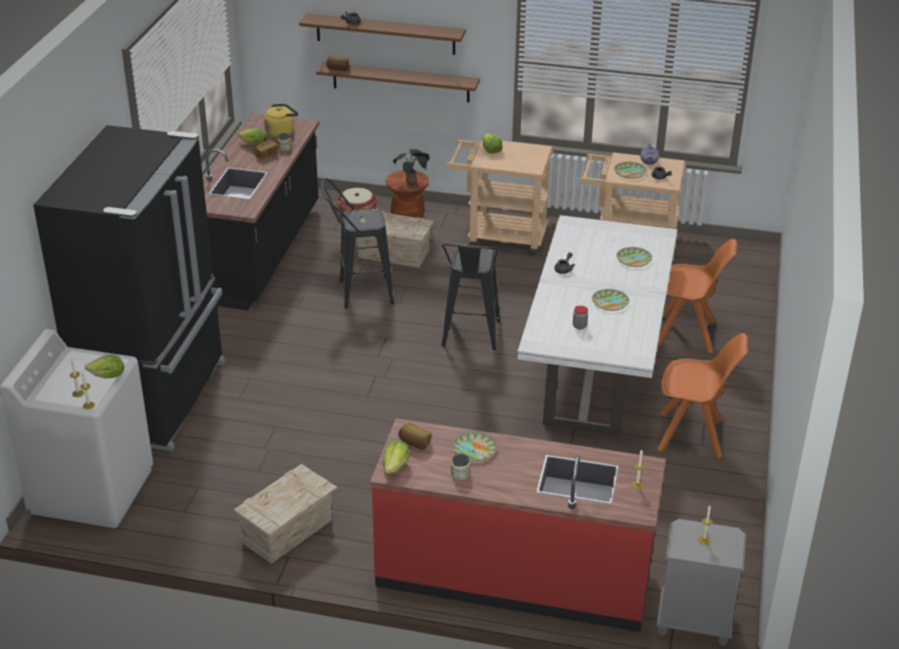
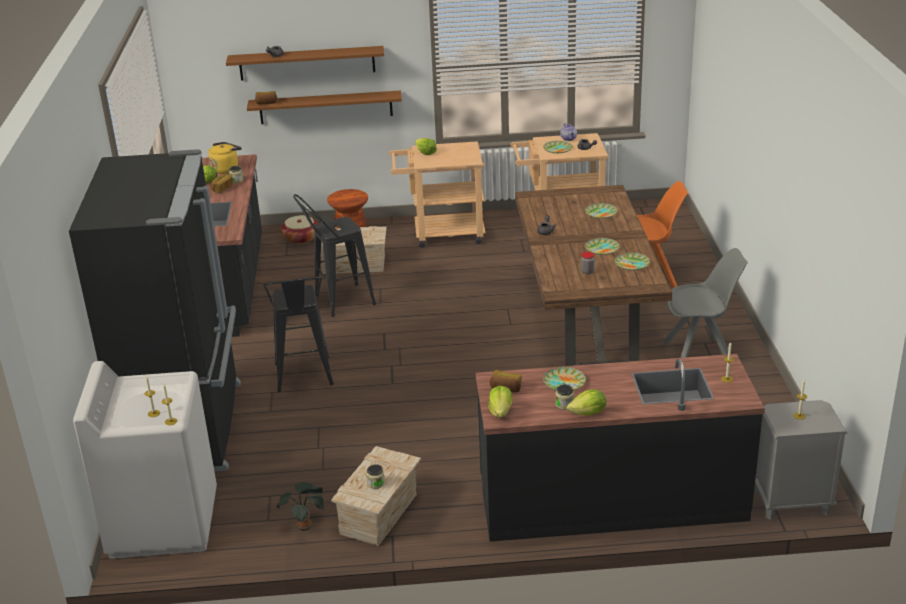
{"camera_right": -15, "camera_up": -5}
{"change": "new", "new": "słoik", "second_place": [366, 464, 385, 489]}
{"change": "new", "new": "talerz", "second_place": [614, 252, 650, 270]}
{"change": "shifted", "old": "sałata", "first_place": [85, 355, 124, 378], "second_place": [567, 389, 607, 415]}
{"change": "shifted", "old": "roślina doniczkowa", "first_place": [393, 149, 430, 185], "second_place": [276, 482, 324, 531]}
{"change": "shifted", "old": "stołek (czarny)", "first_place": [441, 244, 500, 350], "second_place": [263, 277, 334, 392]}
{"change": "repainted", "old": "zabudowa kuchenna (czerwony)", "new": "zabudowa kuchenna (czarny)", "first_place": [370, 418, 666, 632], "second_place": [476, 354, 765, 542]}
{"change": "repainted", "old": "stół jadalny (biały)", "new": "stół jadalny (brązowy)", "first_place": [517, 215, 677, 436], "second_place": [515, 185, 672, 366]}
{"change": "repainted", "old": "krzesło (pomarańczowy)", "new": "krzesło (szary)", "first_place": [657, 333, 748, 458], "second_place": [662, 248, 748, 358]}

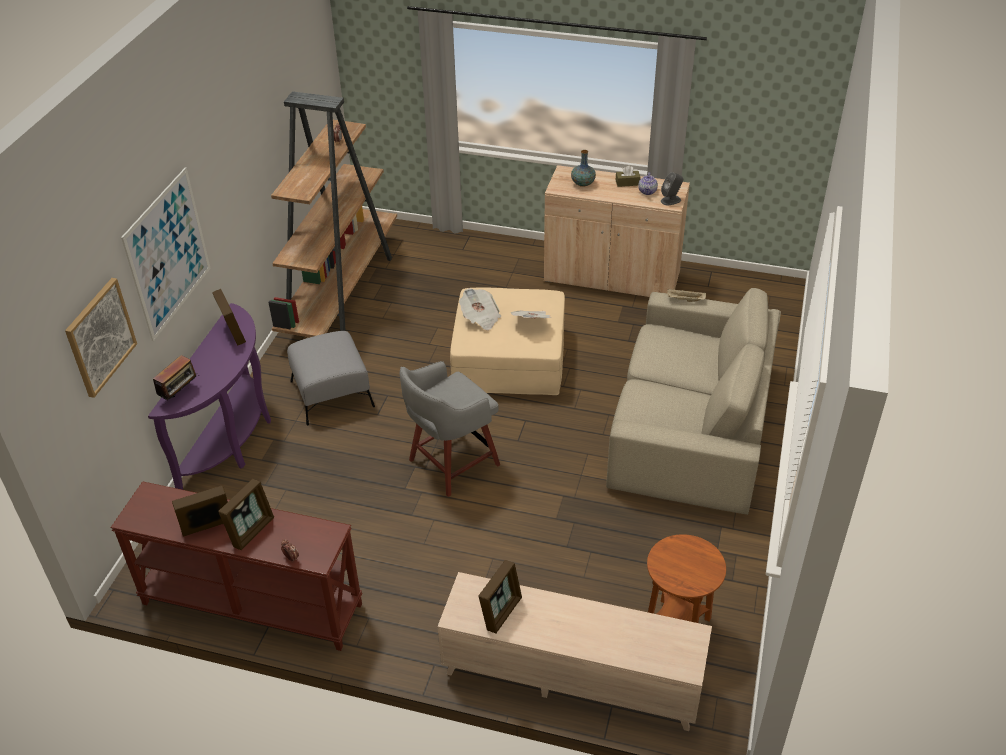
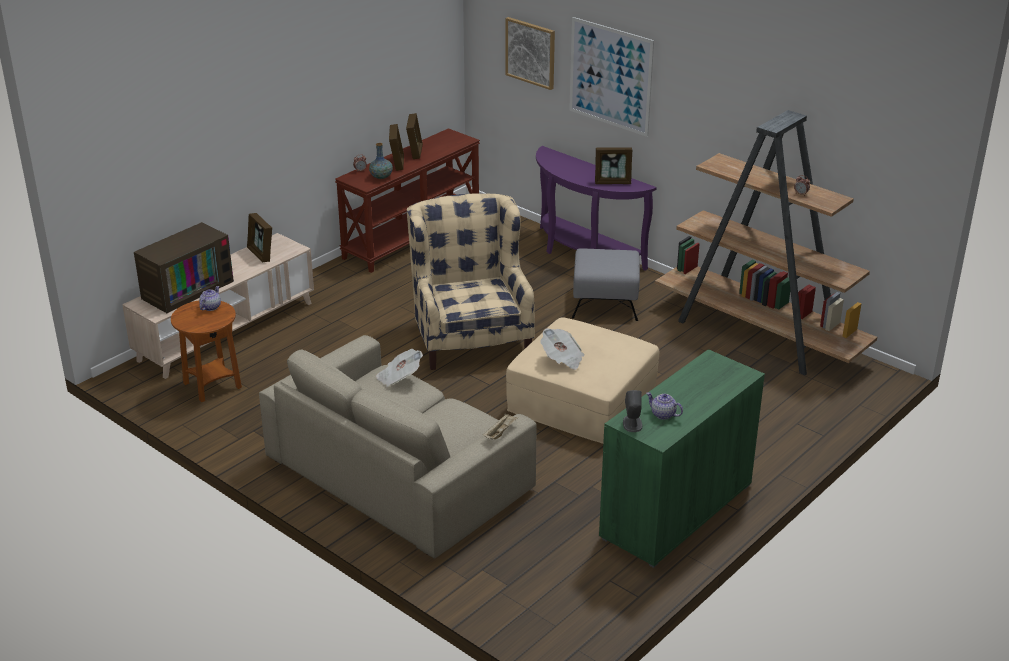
{"camera_right": 115, "camera_up": -10}
{"change": "gone", "old": "radio", "first_place": [153, 355, 199, 400]}
{"change": "gone", "old": "pudełko chusteczek (brązowy)", "first_place": [616, 166, 641, 187]}
{"change": "new", "new": "telewizor", "second_place": [134, 222, 234, 313]}
{"change": "new", "new": "imbryk", "second_place": [199, 286, 221, 311]}
{"change": "shifted", "old": "gazeta", "first_place": [459, 288, 501, 330], "second_place": [376, 349, 423, 387]}
{"change": "shifted", "old": "wazon", "first_place": [571, 150, 596, 187], "second_place": [369, 143, 393, 179]}
{"change": "swapped", "old": "stołek (szary)", "new": "fotel (beżowy)", "first_place": [400, 361, 500, 497], "second_place": [407, 193, 535, 370]}
{"change": "repainted", "old": "szafka (beżowy)", "new": "szafka (zielony)", "first_place": [544, 165, 690, 297], "second_place": [599, 349, 765, 568]}
{"change": "rotated", "old": "ramka na zdjęcie", "first_place": [218, 479, 274, 550], "second_place": [389, 124, 404, 171], "degrees": -150}

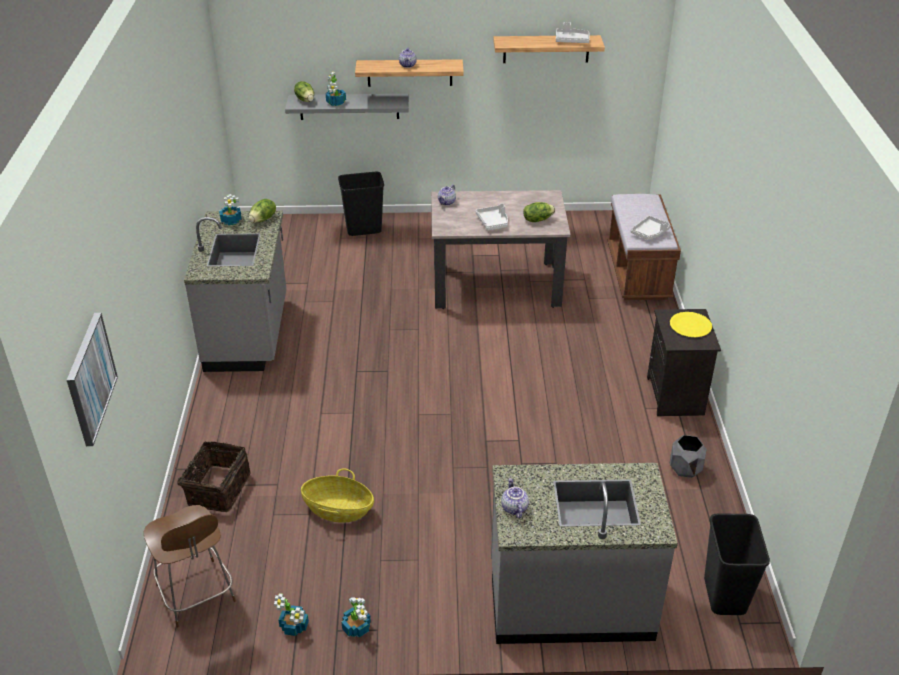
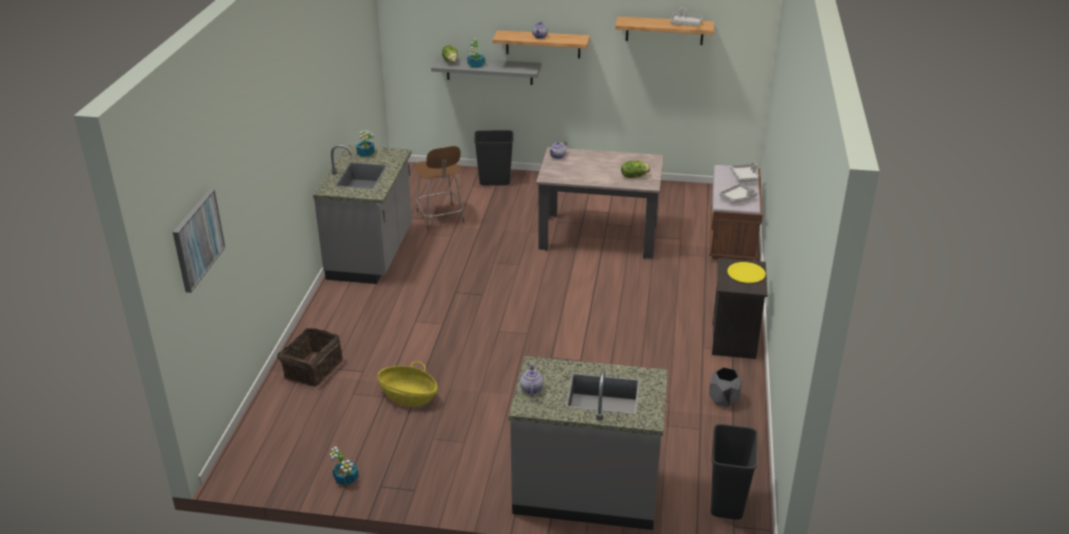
{"camera_right": 10, "camera_up": -5}
{"change": "gone", "old": "sałata", "first_place": [249, 199, 276, 223]}
{"change": "gone", "old": "roślina doniczkowa", "first_place": [342, 598, 371, 637]}
{"change": "shifted", "old": "stołek (brązowy)", "first_place": [144, 505, 236, 628], "second_place": [415, 146, 464, 230]}
{"change": "shifted", "old": "taca (szary)", "first_place": [476, 203, 508, 230], "second_place": [730, 162, 758, 182]}

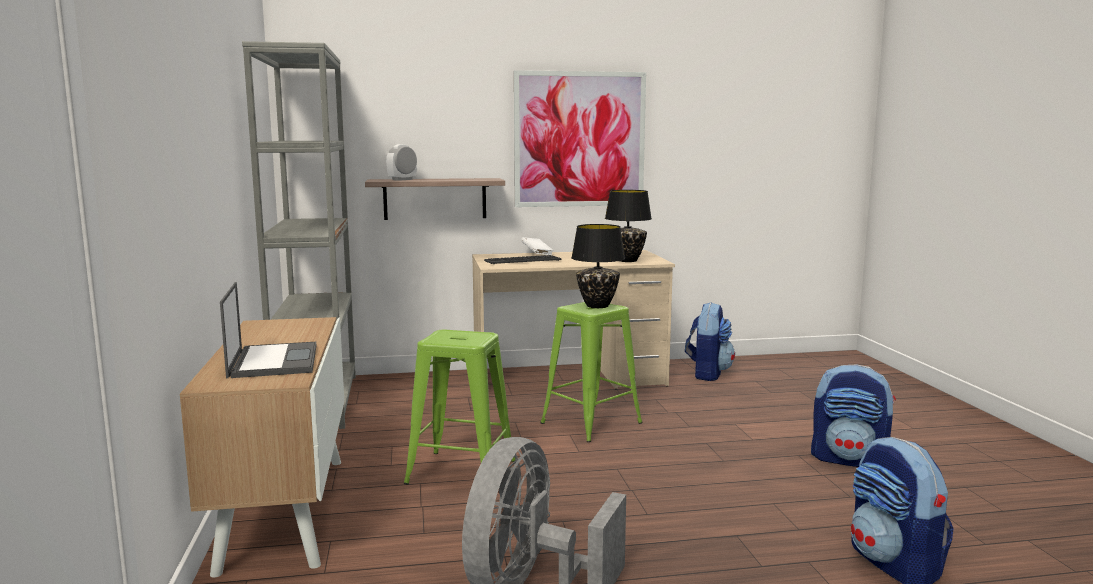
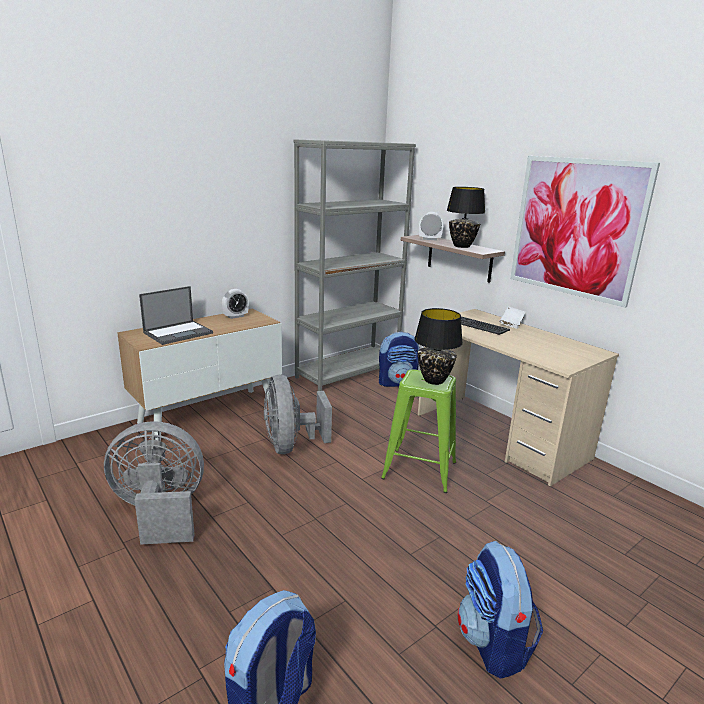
{"camera_right": 60, "camera_up": 10}
{"change": "new", "new": "budzik", "second_place": [222, 289, 249, 319]}
{"change": "shifted", "old": "lampa stołowa (czarny)", "first_place": [605, 190, 652, 262], "second_place": [447, 187, 485, 248]}
{"change": "shifted", "old": "plecak", "first_place": [685, 302, 735, 381], "second_place": [379, 332, 420, 387]}
{"change": "swapped", "old": "stołek (zielony)", "new": "wentylator (szary)", "first_place": [404, 329, 516, 485], "second_place": [264, 375, 332, 454]}

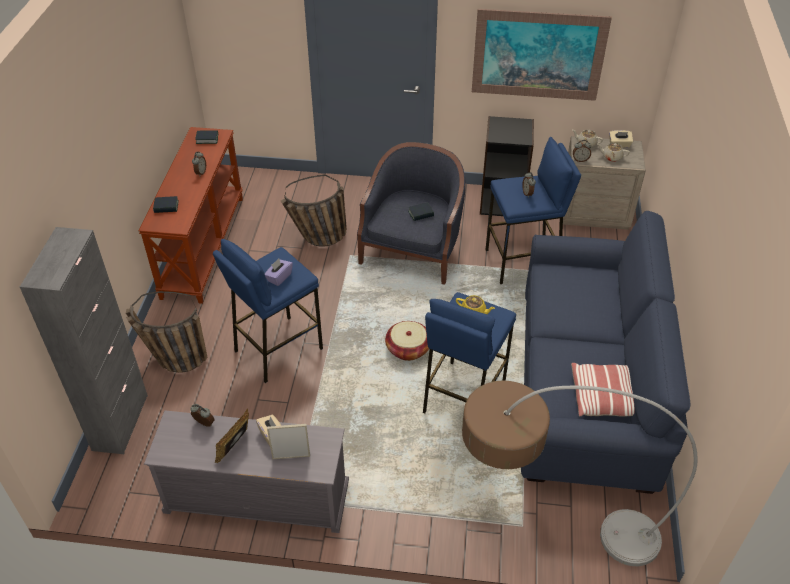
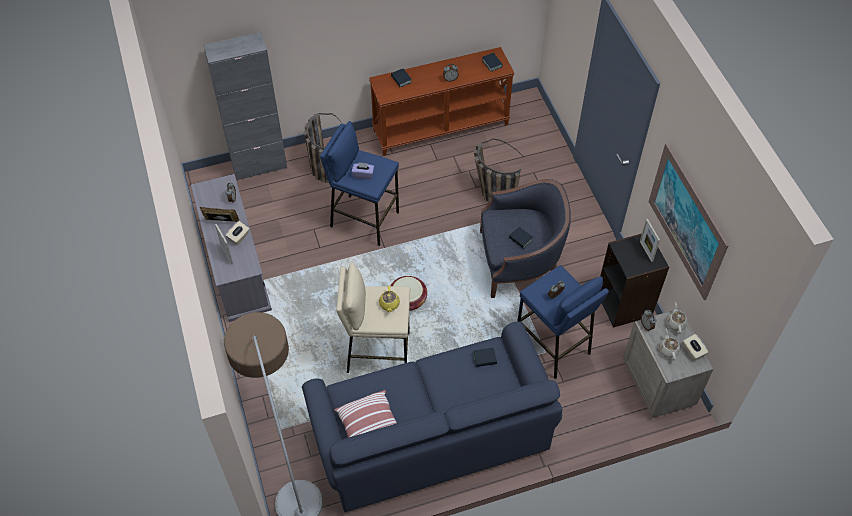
{"camera_right": 65, "camera_up": 10}
{"change": "new", "new": "książka", "second_place": [473, 348, 497, 367]}
{"change": "new", "new": "ramka na zdjęcie", "second_place": [640, 219, 660, 262]}
{"change": "repainted", "old": "stołek (niebieski)", "new": "stołek (beżowy)", "first_place": [423, 292, 516, 413], "second_place": [336, 262, 410, 373]}

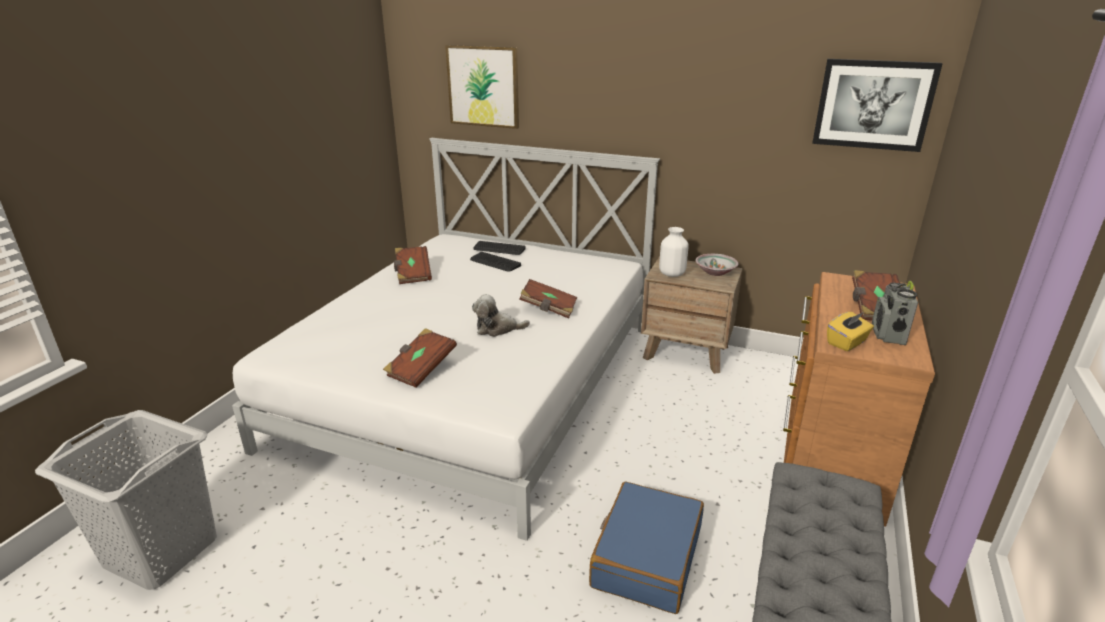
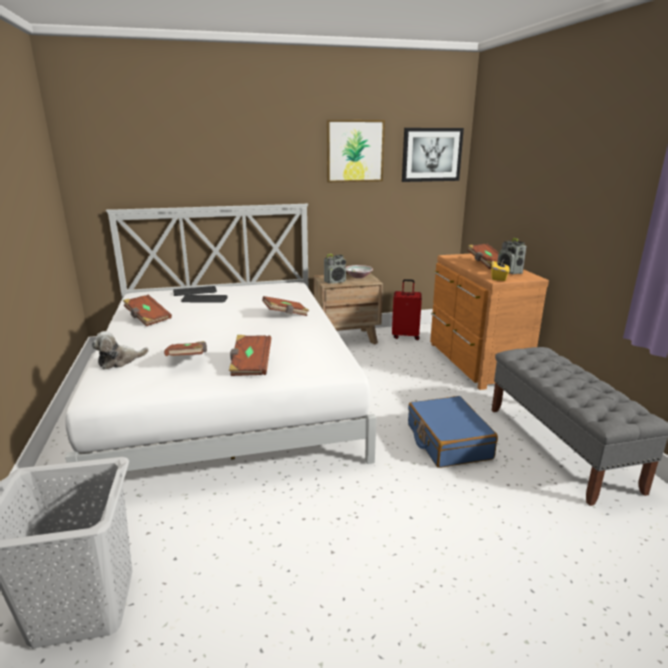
{"camera_right": -35, "camera_up": -5}
{"change": "new", "new": "książka (brązowy)", "second_place": [164, 341, 207, 356]}
{"change": "new", "new": "walizka (czerwony)", "second_place": [392, 279, 422, 340]}
{"change": "shifted", "old": "obraz", "first_place": [445, 45, 519, 129], "second_place": [327, 120, 385, 182]}
{"change": "shifted", "old": "pluszak", "first_place": [472, 294, 530, 337], "second_place": [92, 331, 149, 370]}
{"change": "swapped", "old": "wazon (biały)", "new": "radio", "first_place": [659, 227, 689, 277], "second_place": [324, 254, 346, 284]}

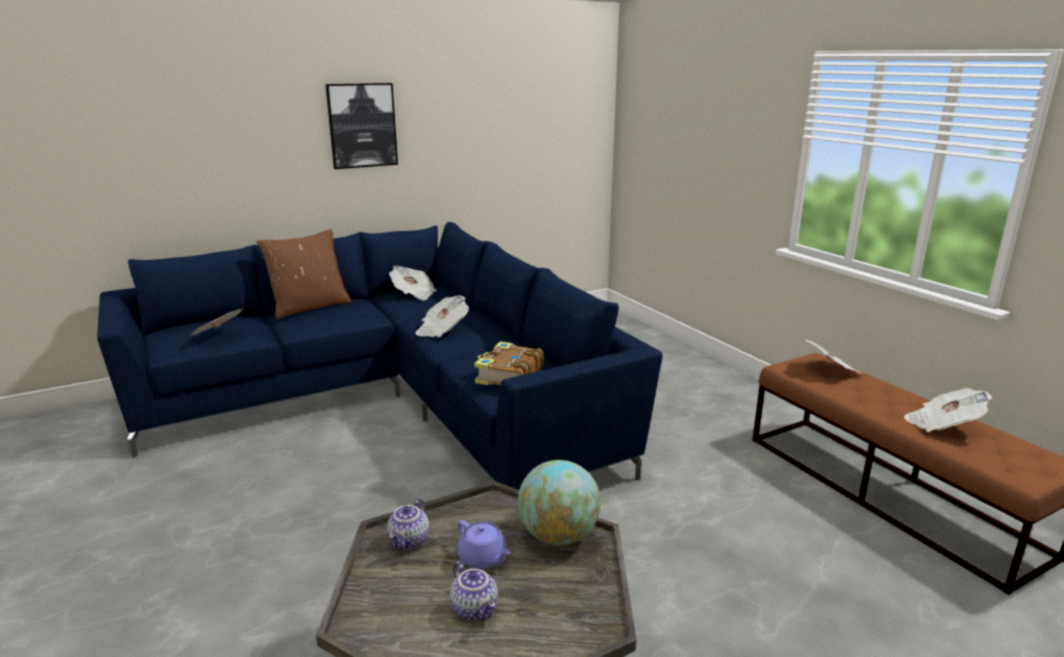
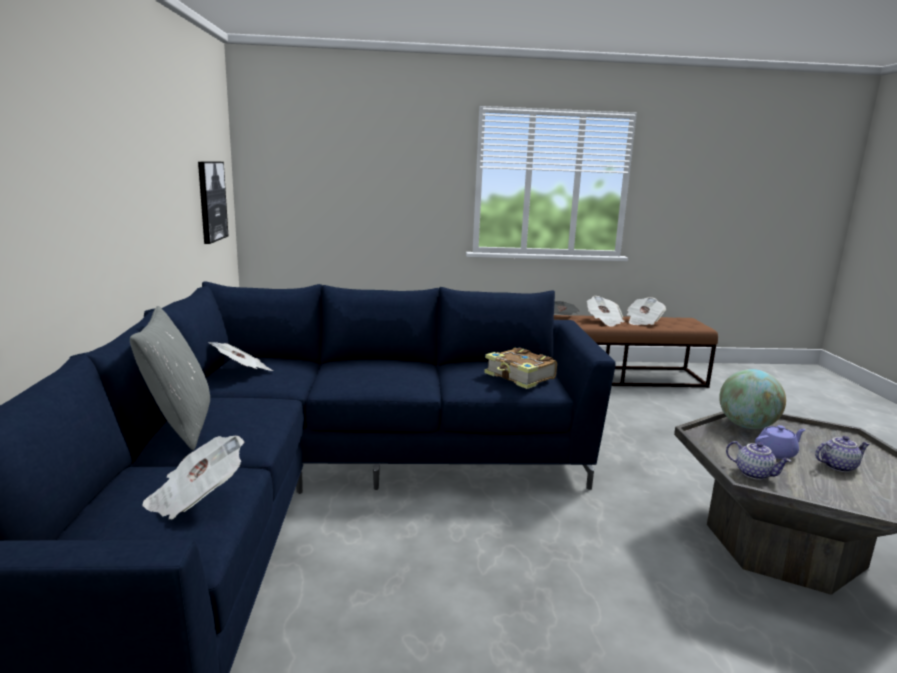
{"camera_right": -65, "camera_up": -5}
{"change": "shifted", "old": "obraz", "first_place": [325, 83, 398, 169], "second_place": [198, 162, 228, 244]}
{"change": "shifted", "old": "gazeta", "first_place": [415, 295, 469, 337], "second_place": [587, 296, 625, 327]}
{"change": "repainted", "old": "poduszka (brązowy)", "new": "poduszka (szary)", "first_place": [256, 229, 351, 319], "second_place": [130, 306, 210, 450]}

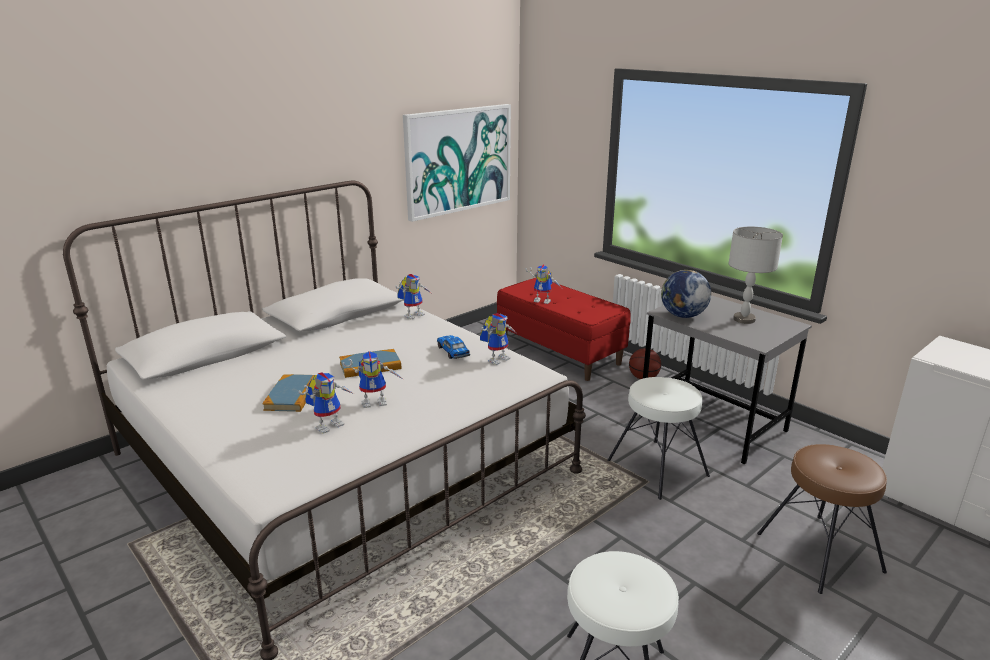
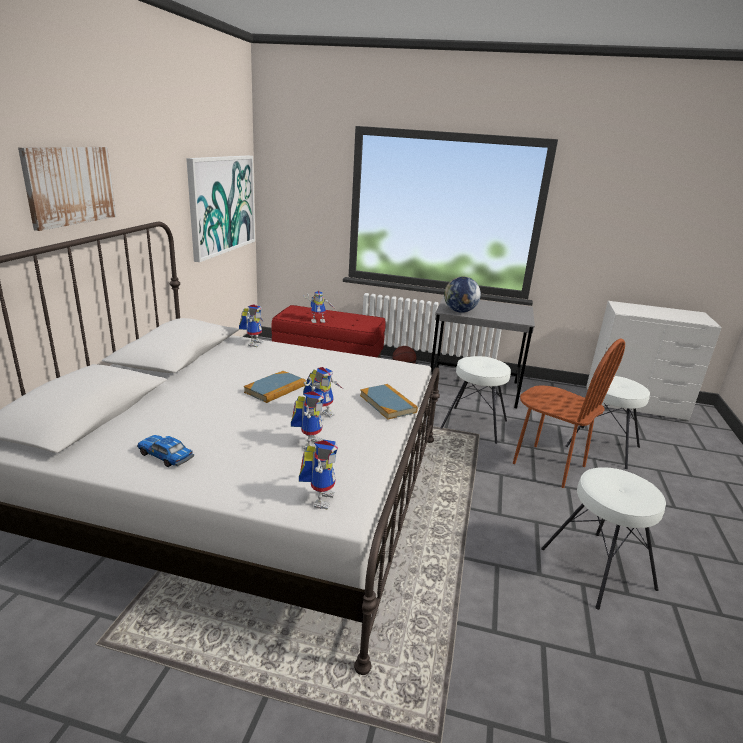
{"camera_right": -35, "camera_up": 0}
{"change": "gone", "old": "lampa stołowa (szary)", "first_place": [729, 227, 783, 324]}
{"change": "new", "new": "obraz", "second_place": [18, 147, 116, 231]}
{"change": "new", "new": "krzesło (brązowy)", "second_place": [513, 339, 625, 488]}
{"change": "shifted", "old": "książka", "first_place": [262, 374, 315, 412], "second_place": [360, 384, 418, 420]}
{"change": "shifted", "old": "samochodzik", "first_place": [437, 335, 470, 359], "second_place": [137, 435, 194, 467]}
{"change": "shifted", "old": "robot zabawkowy", "first_place": [480, 313, 516, 365], "second_place": [299, 439, 338, 510]}
{"change": "repainted", "old": "stołek (brązowy)", "new": "stołek (biały)", "first_place": [757, 444, 887, 594], "second_place": [565, 376, 650, 469]}

